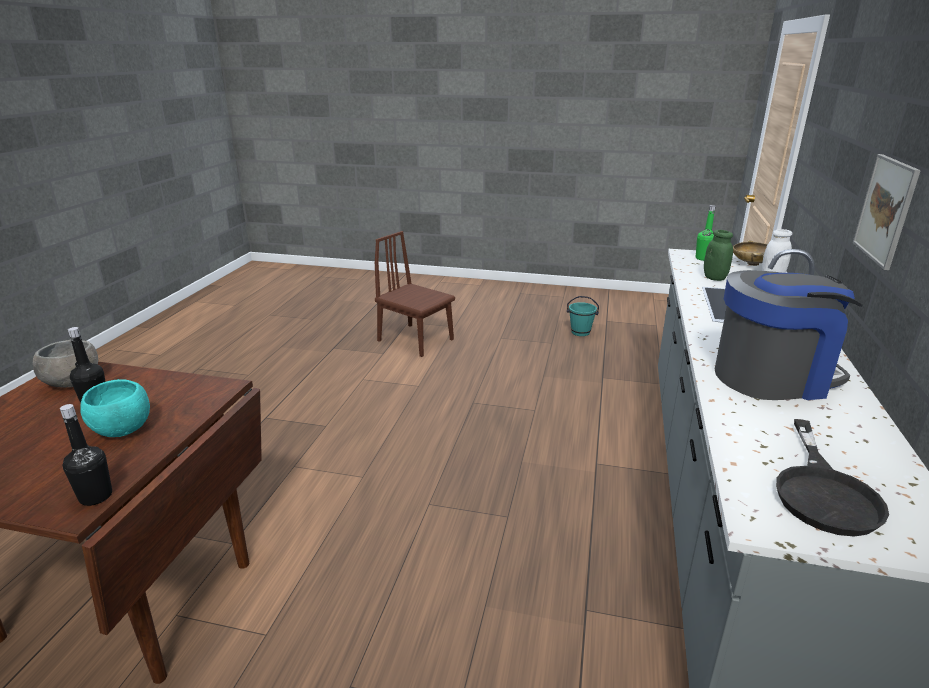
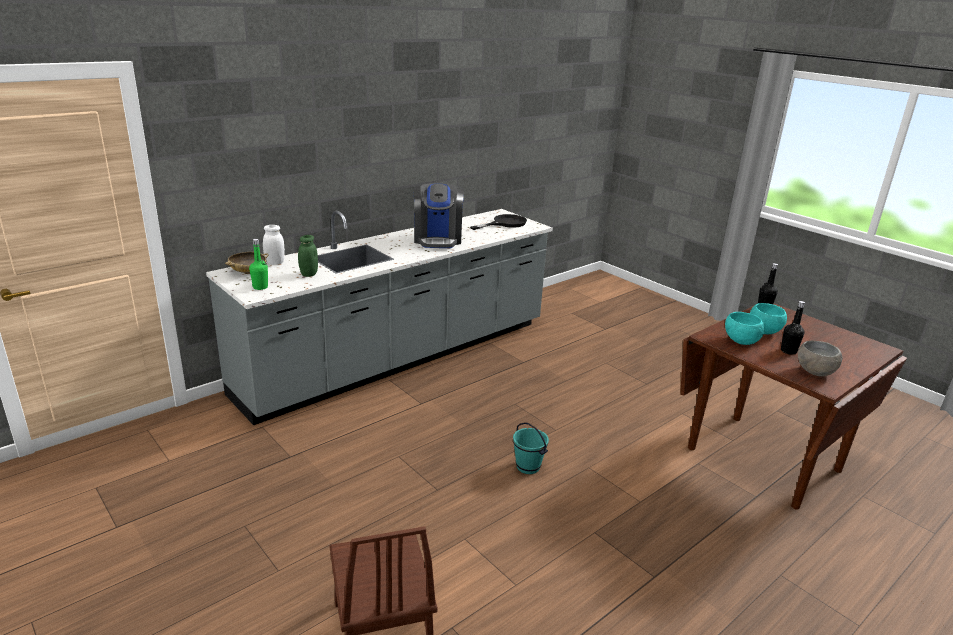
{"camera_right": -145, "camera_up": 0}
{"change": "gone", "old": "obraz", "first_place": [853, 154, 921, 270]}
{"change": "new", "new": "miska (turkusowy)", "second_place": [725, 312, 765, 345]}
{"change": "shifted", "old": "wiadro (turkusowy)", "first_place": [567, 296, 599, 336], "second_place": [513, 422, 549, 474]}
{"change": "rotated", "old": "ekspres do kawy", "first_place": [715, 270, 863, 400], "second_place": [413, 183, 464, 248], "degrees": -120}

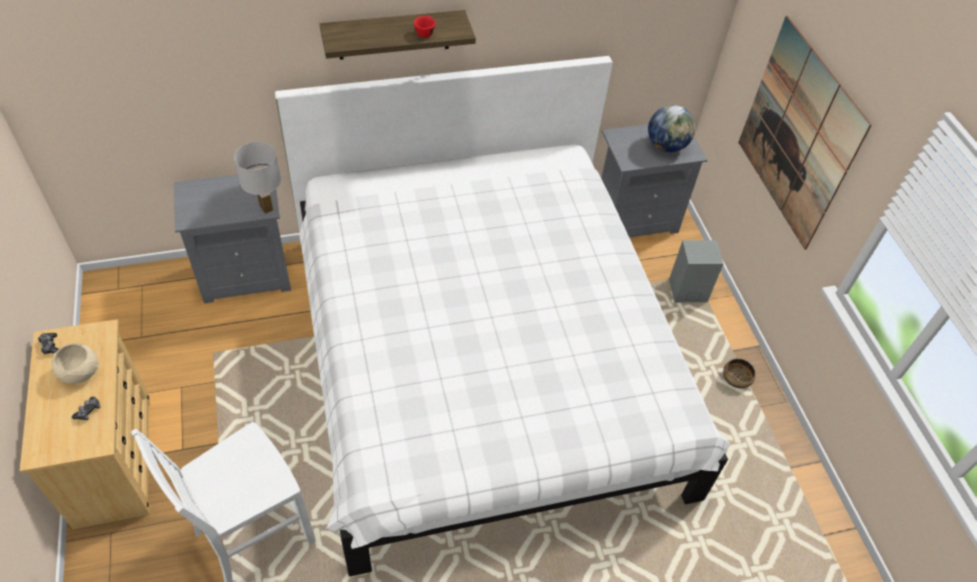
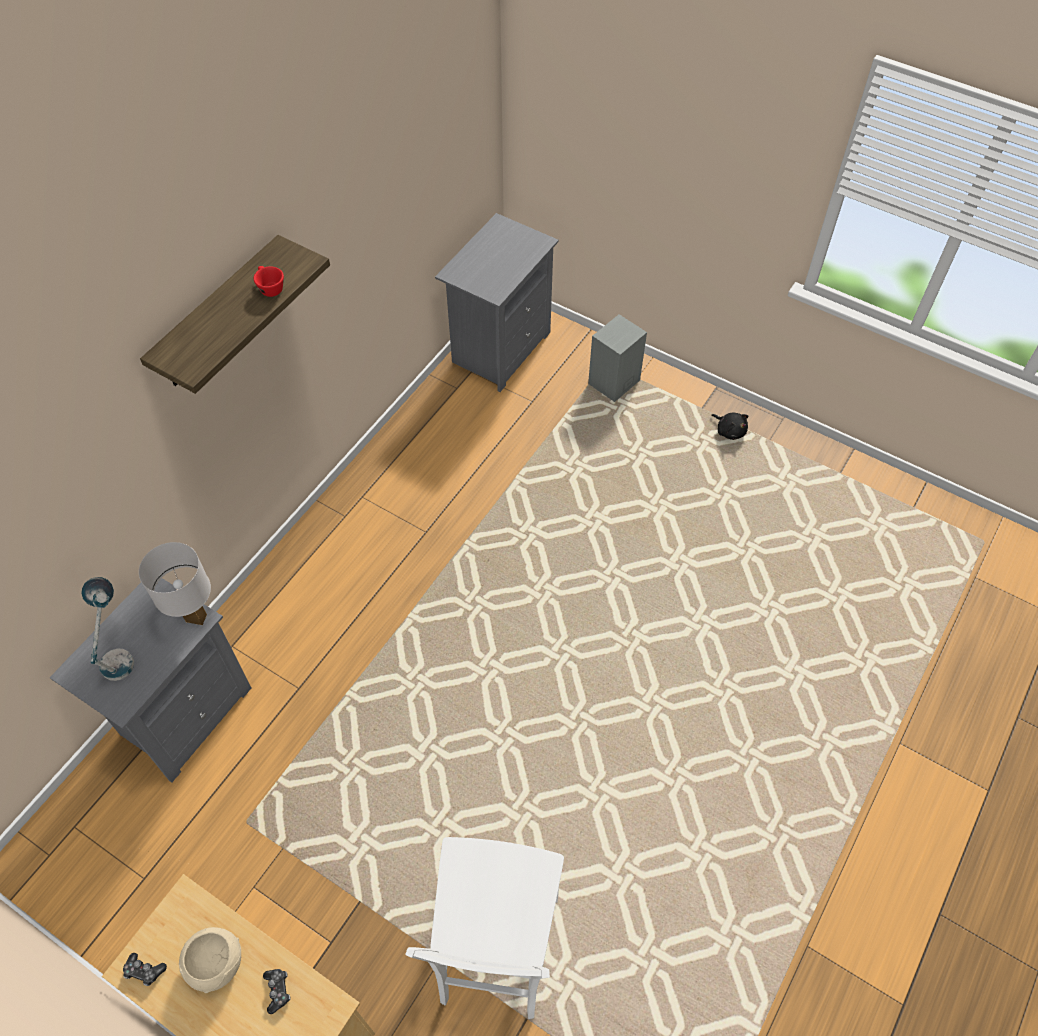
{"camera_right": -40, "camera_up": 5}
{"change": "gone", "old": "łóżko (biały)", "first_place": [275, 56, 730, 576]}
{"change": "gone", "old": "globus", "first_place": [648, 105, 695, 153]}
{"change": "gone", "old": "obraz", "first_place": [738, 16, 872, 250]}
{"change": "new", "new": "lampa stołowa", "second_place": [81, 577, 134, 681]}
{"change": "swapped", "old": "miska", "new": "pluszak (czarny)", "first_place": [723, 358, 755, 388], "second_place": [711, 413, 749, 440]}

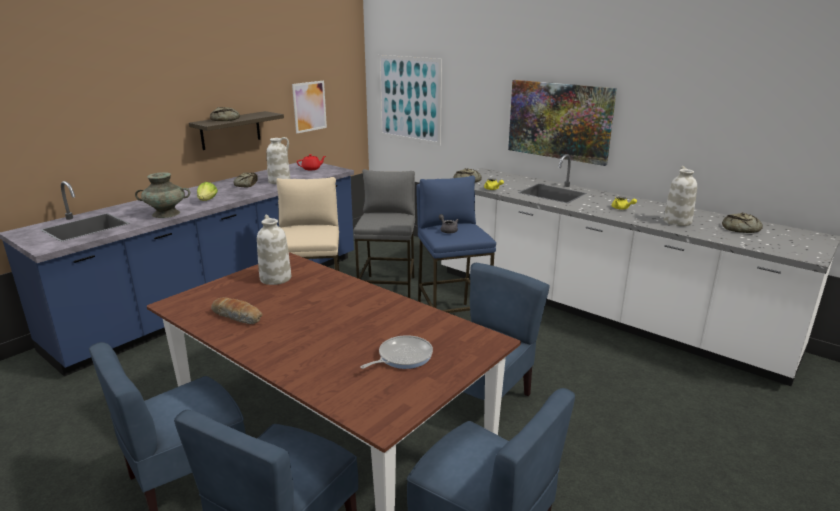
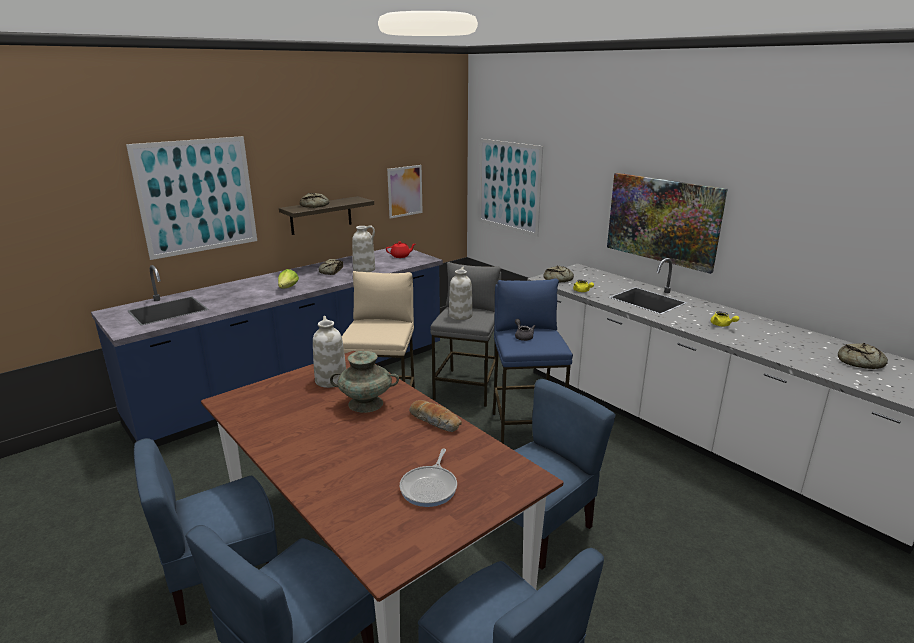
{"camera_right": 10, "camera_up": 0}
{"change": "new", "new": "obraz", "second_place": [126, 136, 257, 260]}
{"change": "shifted", "old": "wazon (turkusowy)", "first_place": [135, 172, 191, 218], "second_place": [330, 351, 399, 413]}
{"change": "shifted", "old": "chleb", "first_place": [211, 297, 262, 324], "second_place": [409, 400, 462, 432]}
{"change": "shifted", "old": "wazon (biały)", "first_place": [663, 166, 697, 226], "second_place": [449, 267, 473, 320]}
{"change": "rotated", "old": "patelnia", "first_place": [360, 335, 433, 369], "second_place": [400, 449, 457, 507], "degrees": 135}

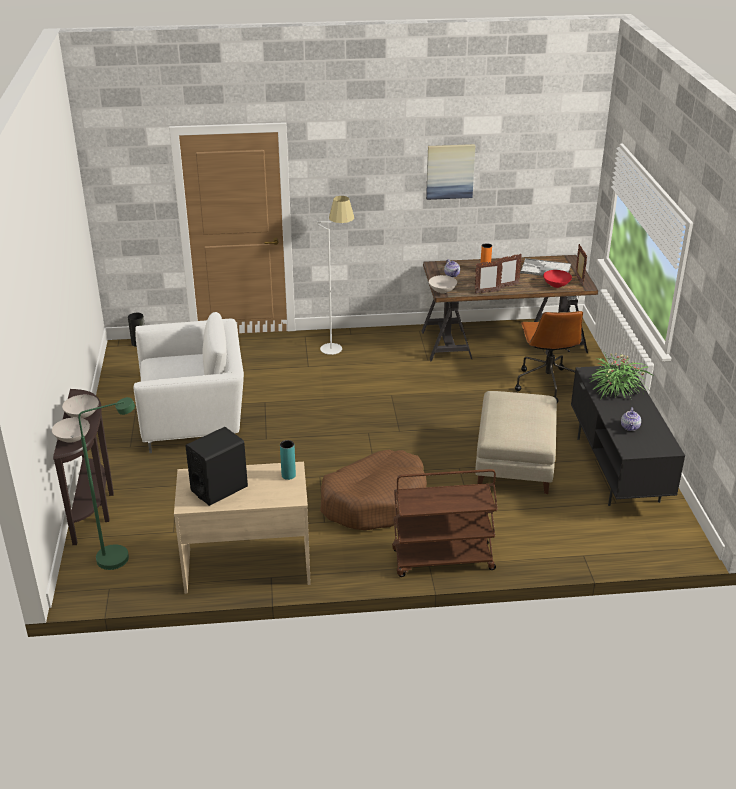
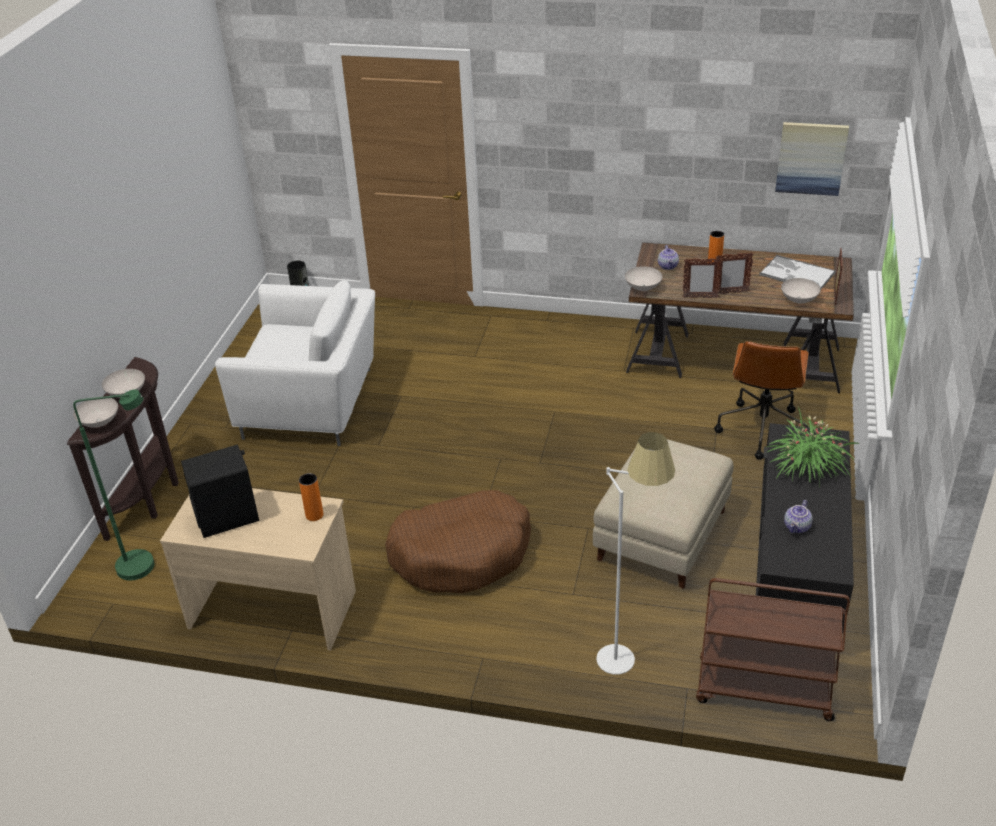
{"camera_right": 20, "camera_up": 5}
{"change": "shifted", "old": "lampa stojąca (biały)", "first_place": [317, 196, 354, 355], "second_place": [596, 432, 675, 674]}
{"change": "shifted", "old": "wózek (brązowy)", "first_place": [392, 469, 498, 577], "second_place": [696, 578, 850, 721]}
{"change": "shifted", "old": "obraz", "first_place": [426, 144, 475, 200], "second_place": [775, 122, 849, 196]}
{"change": "repainted", "old": "wazon (turkusowy)", "new": "wazon (pomarańczowy)", "first_place": [280, 440, 296, 480], "second_place": [299, 473, 323, 521]}
{"change": "repainted", "old": "miska (czerwony)", "new": "miska (biały)", "first_place": [543, 270, 572, 288], "second_place": [781, 278, 821, 304]}

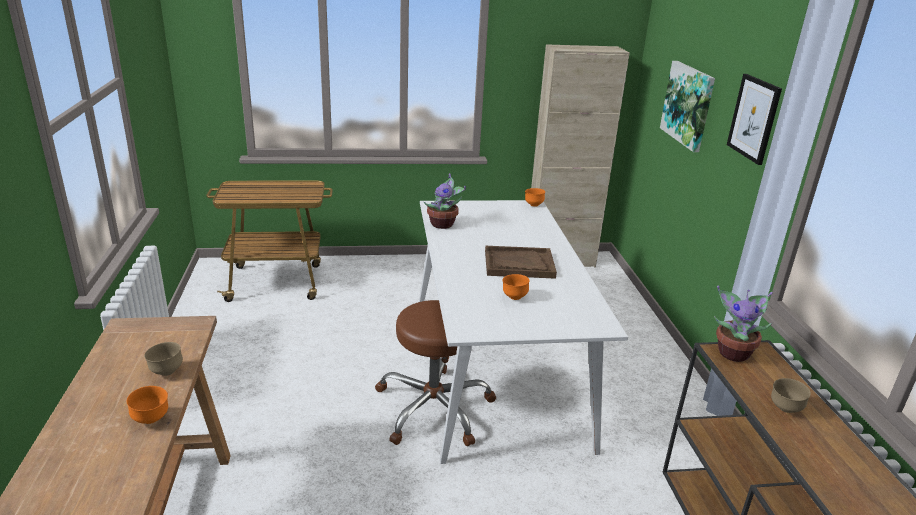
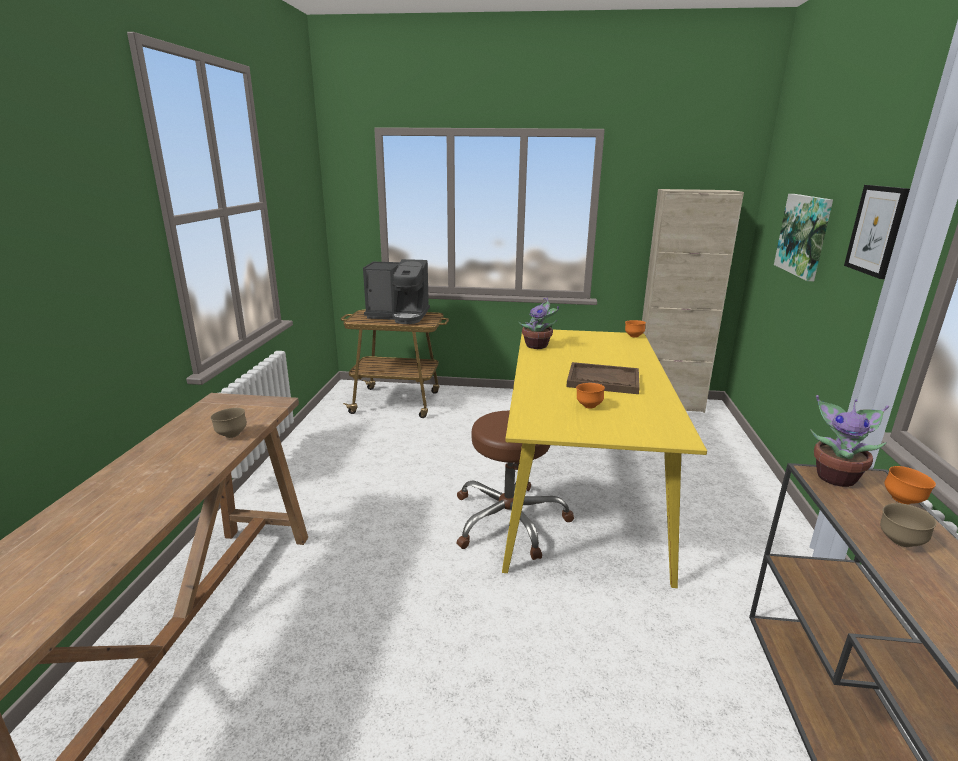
{"camera_right": 15, "camera_up": -5}
{"change": "new", "new": "ekspres do kawy", "second_place": [363, 259, 430, 324]}
{"change": "shifted", "old": "miska (pomarańczowy)", "first_place": [127, 386, 168, 424], "second_place": [885, 466, 936, 504]}
{"change": "repainted", "old": "stół jadalny (biały)", "new": "stół jadalny (żółty)", "first_place": [419, 200, 628, 464], "second_place": [502, 330, 707, 588]}

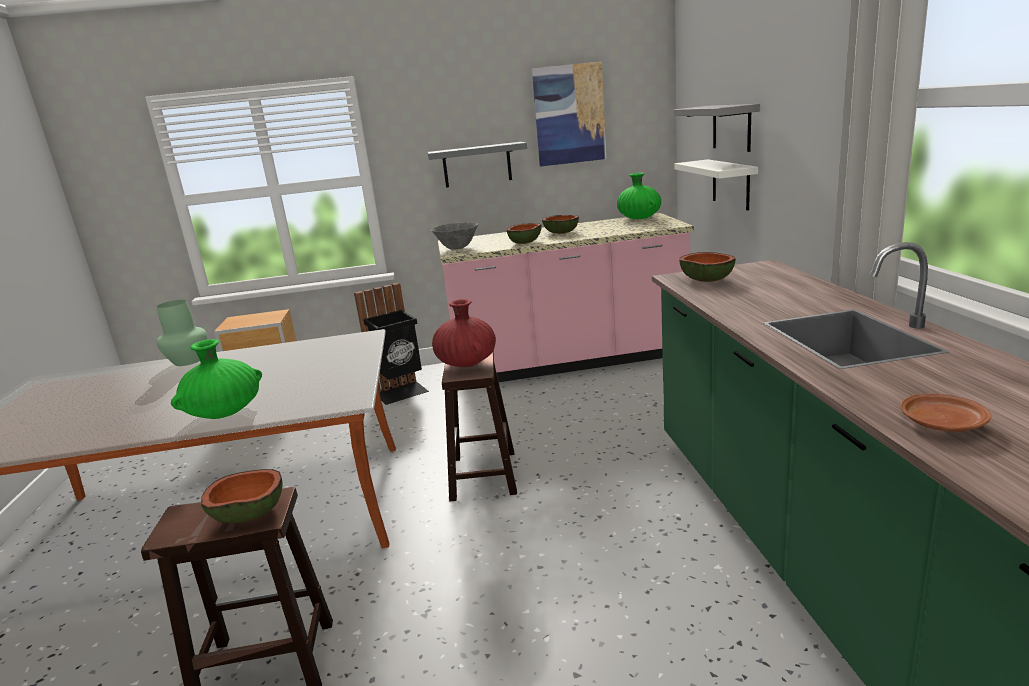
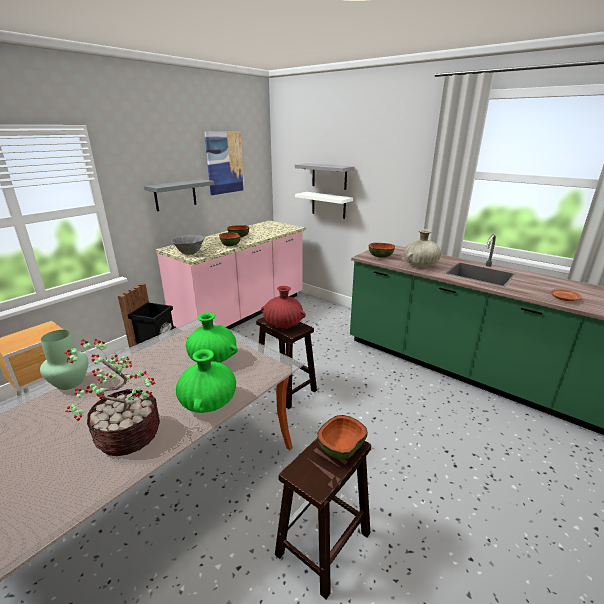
{"camera_right": -45, "camera_up": 5}
{"change": "new", "new": "roślina doniczkowa", "second_place": [64, 339, 160, 456]}
{"change": "new", "new": "wazon (beżowy)", "second_place": [403, 229, 441, 267]}
{"change": "shifted", "old": "wazon (zielony)", "first_place": [617, 173, 661, 219], "second_place": [186, 312, 238, 363]}

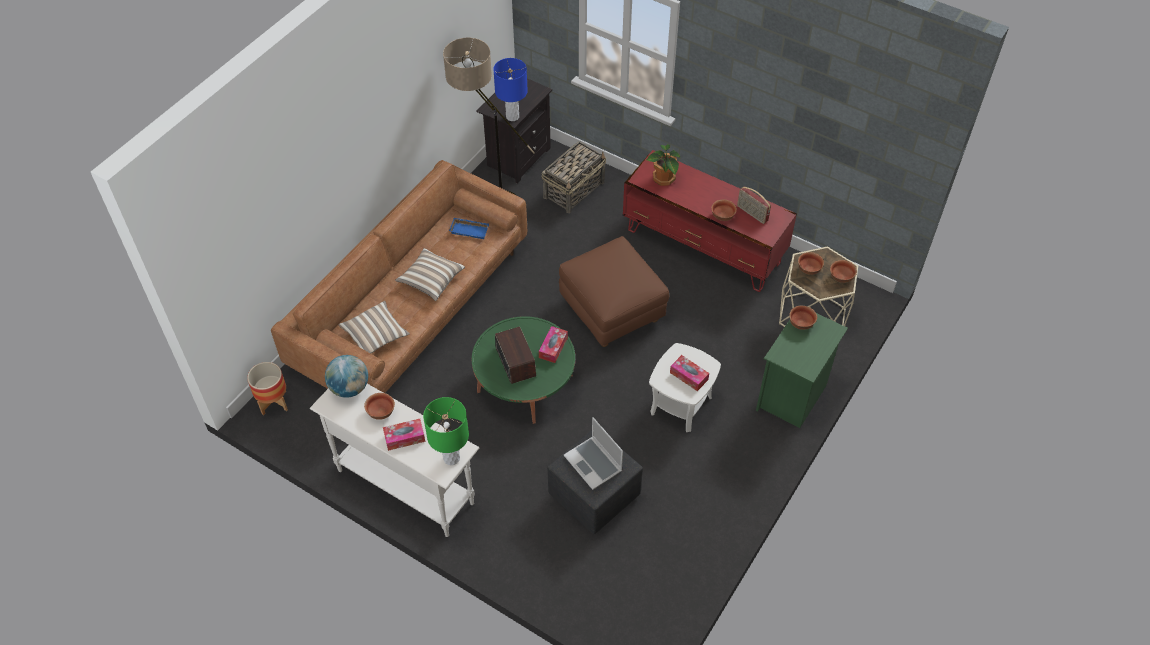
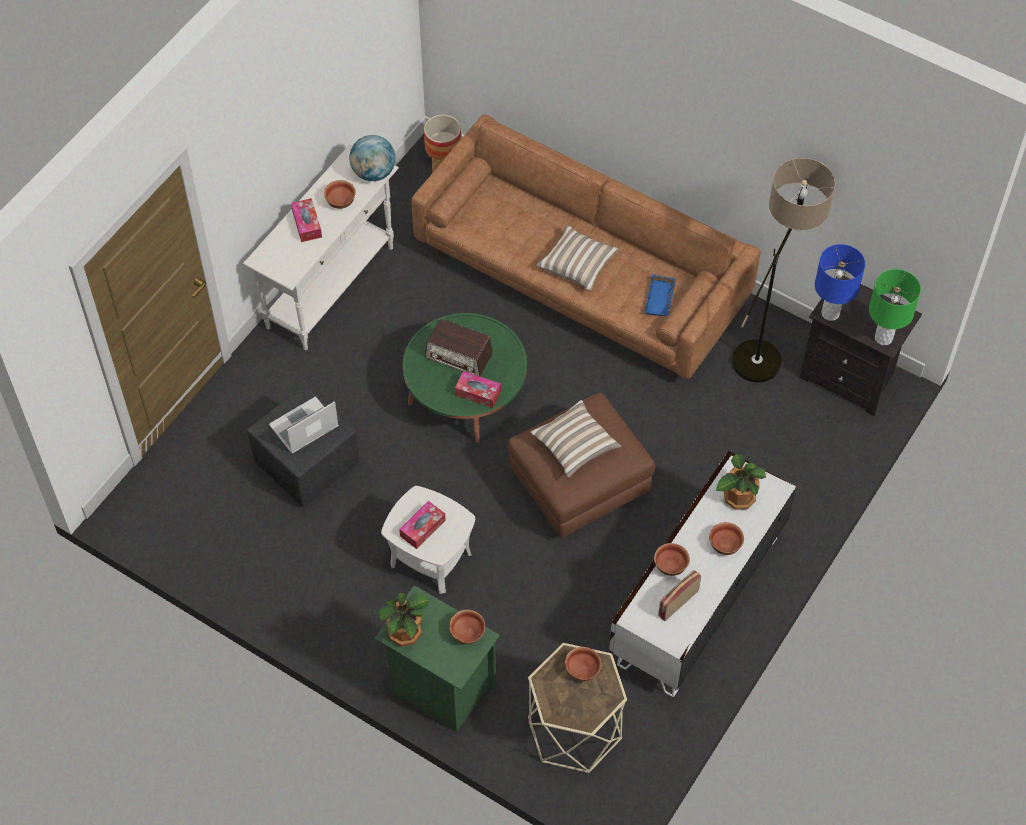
{"camera_right": 90, "camera_up": 5}
{"change": "gone", "old": "koszyk", "first_place": [542, 141, 606, 213]}
{"change": "new", "new": "roślina doniczkowa", "second_place": [379, 593, 430, 647]}
{"change": "shifted", "old": "poduszka", "first_place": [339, 301, 410, 353], "second_place": [530, 400, 621, 478]}
{"change": "shifted", "old": "lampa stołowa (zielony)", "first_place": [423, 397, 469, 465], "second_place": [869, 269, 921, 345]}
{"change": "shifted", "old": "miska", "first_place": [830, 260, 857, 283], "second_place": [709, 522, 744, 555]}
{"change": "repainted", "old": "szafka pod telewizor (czerwony)", "new": "szafka pod telewizor (biały)", "first_place": [623, 150, 797, 292], "second_place": [609, 451, 796, 697]}
{"change": "rotated", "old": "radio", "first_place": [495, 326, 536, 384], "second_place": [425, 319, 493, 376], "degrees": 45}

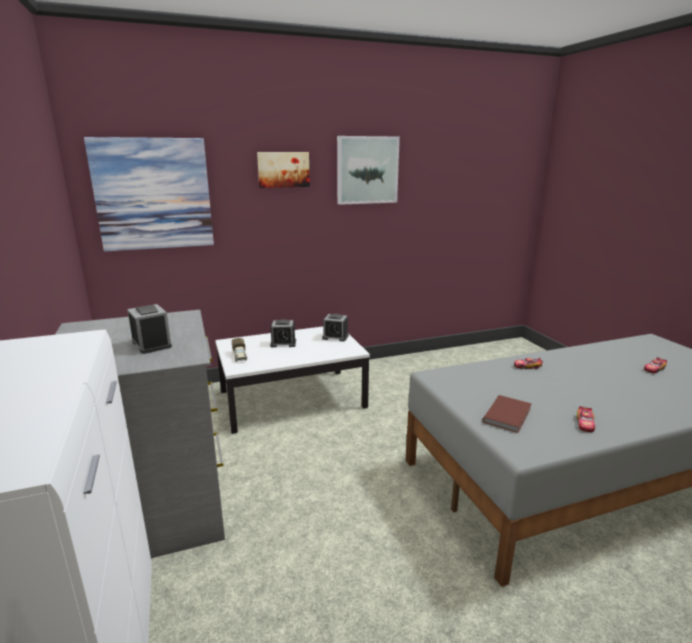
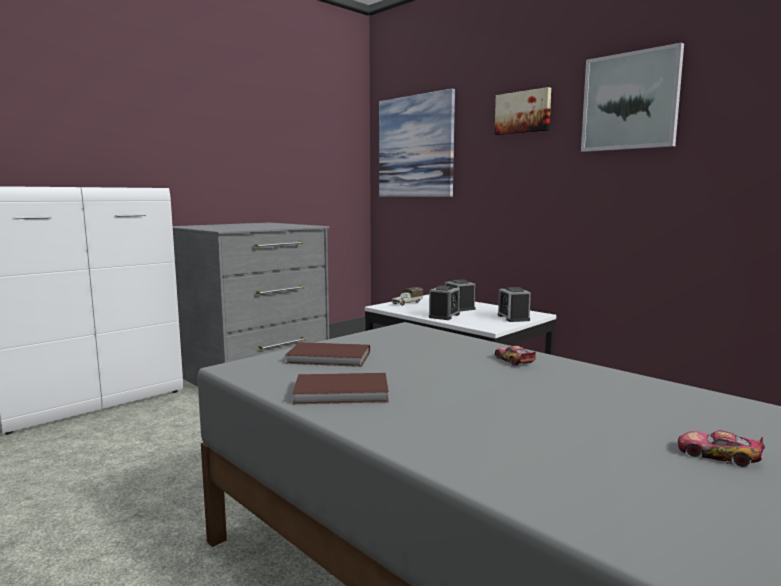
{"camera_right": 65, "camera_up": -10}
{"change": "shifted", "old": "budzik", "first_place": [127, 304, 172, 354], "second_place": [429, 285, 460, 320]}
{"change": "swapped", "old": "samochodzik", "new": "książka (brązowy)", "first_place": [577, 406, 595, 432], "second_place": [292, 373, 389, 404]}

